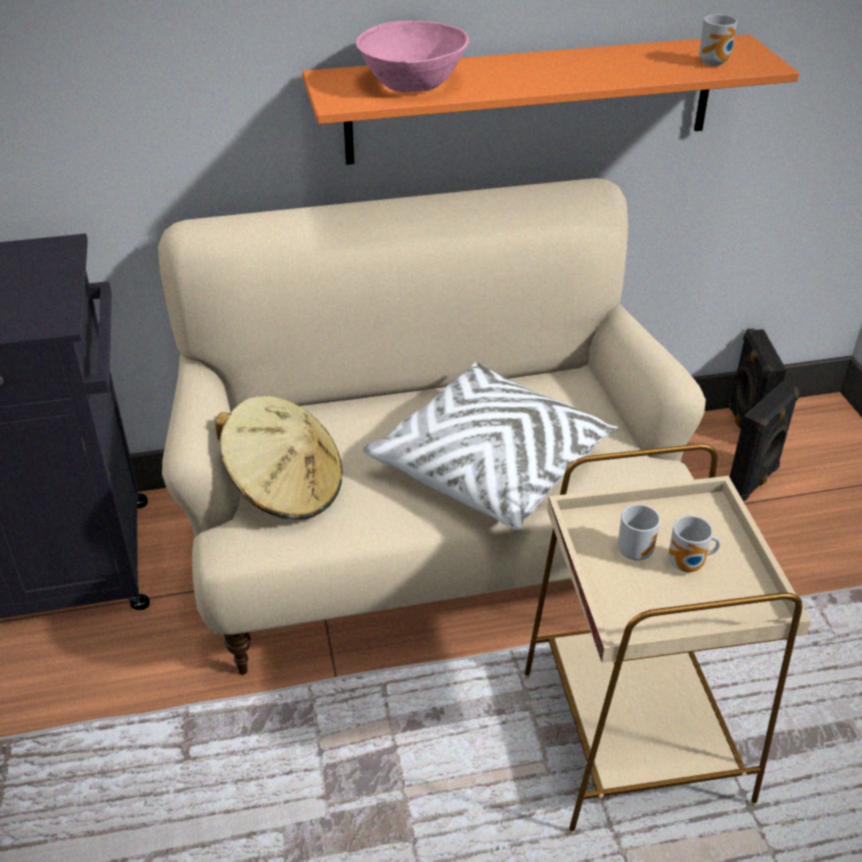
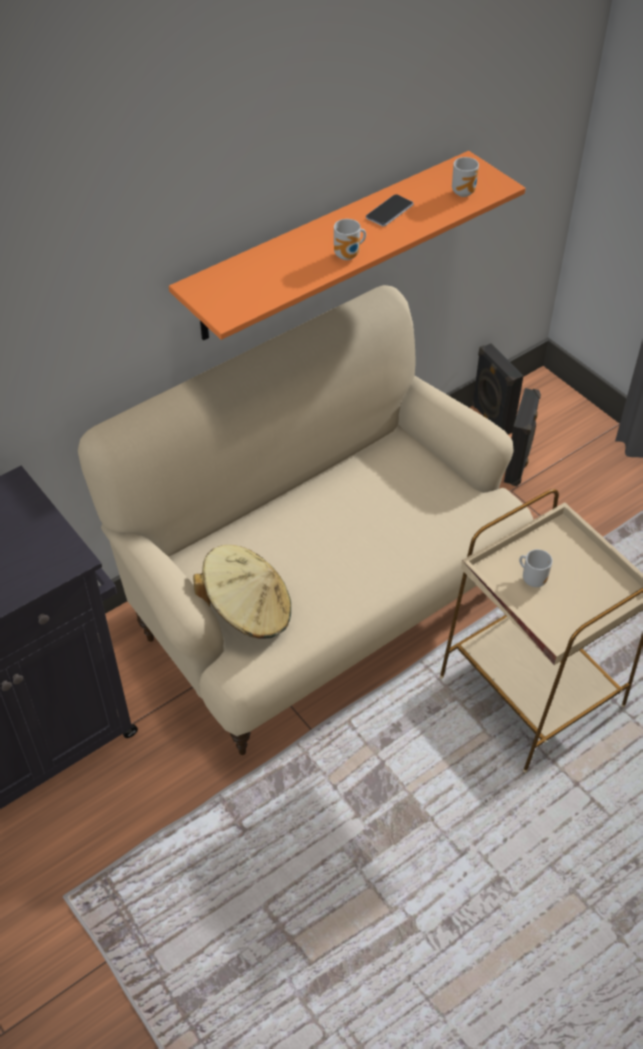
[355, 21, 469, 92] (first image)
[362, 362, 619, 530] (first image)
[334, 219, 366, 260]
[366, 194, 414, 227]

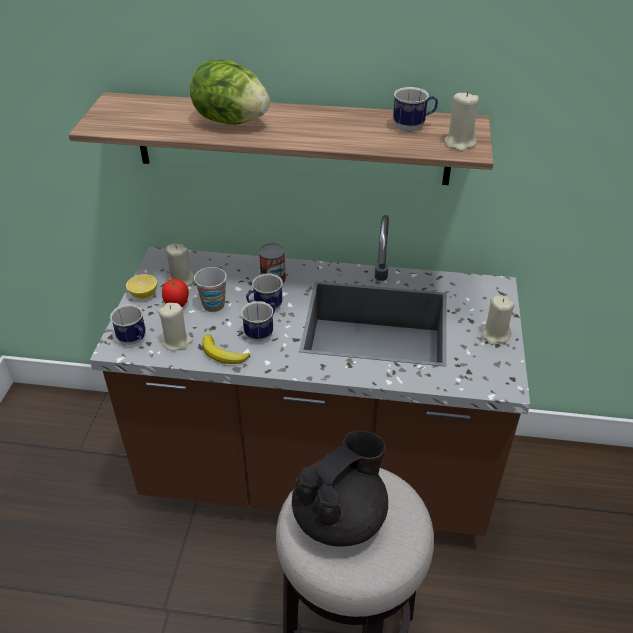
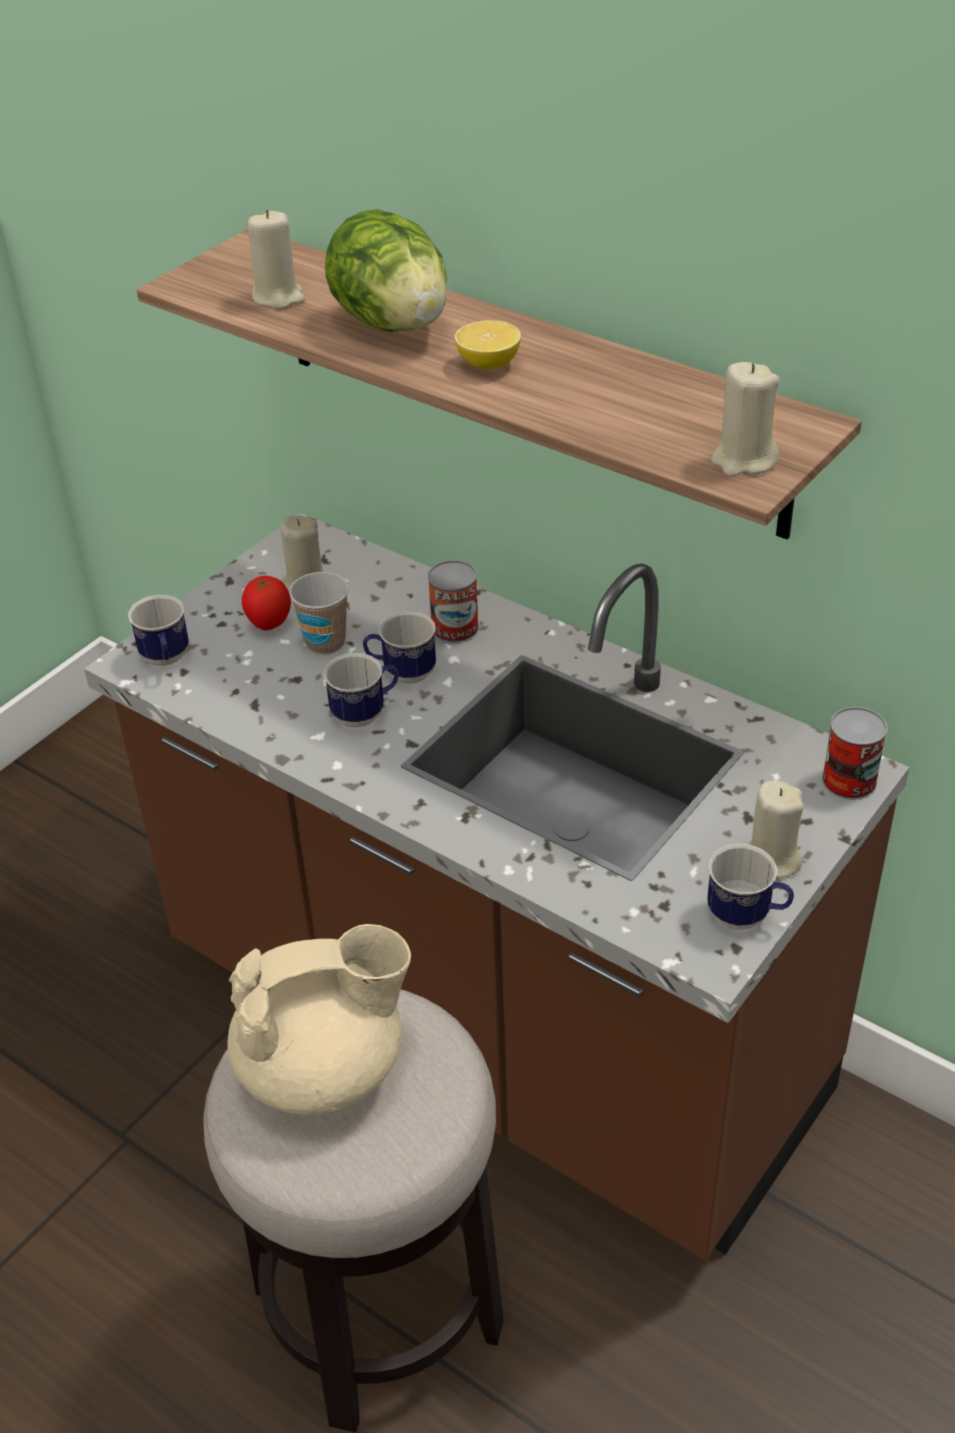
[707, 844, 794, 930]
[454, 320, 521, 369]
[247, 210, 305, 309]
[202, 334, 250, 364] (first image)
[228, 924, 411, 1116]
[822, 707, 887, 800]

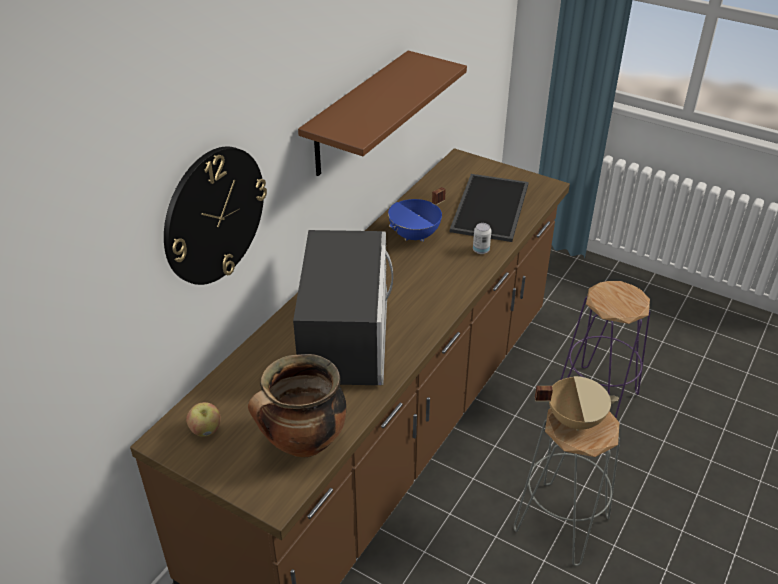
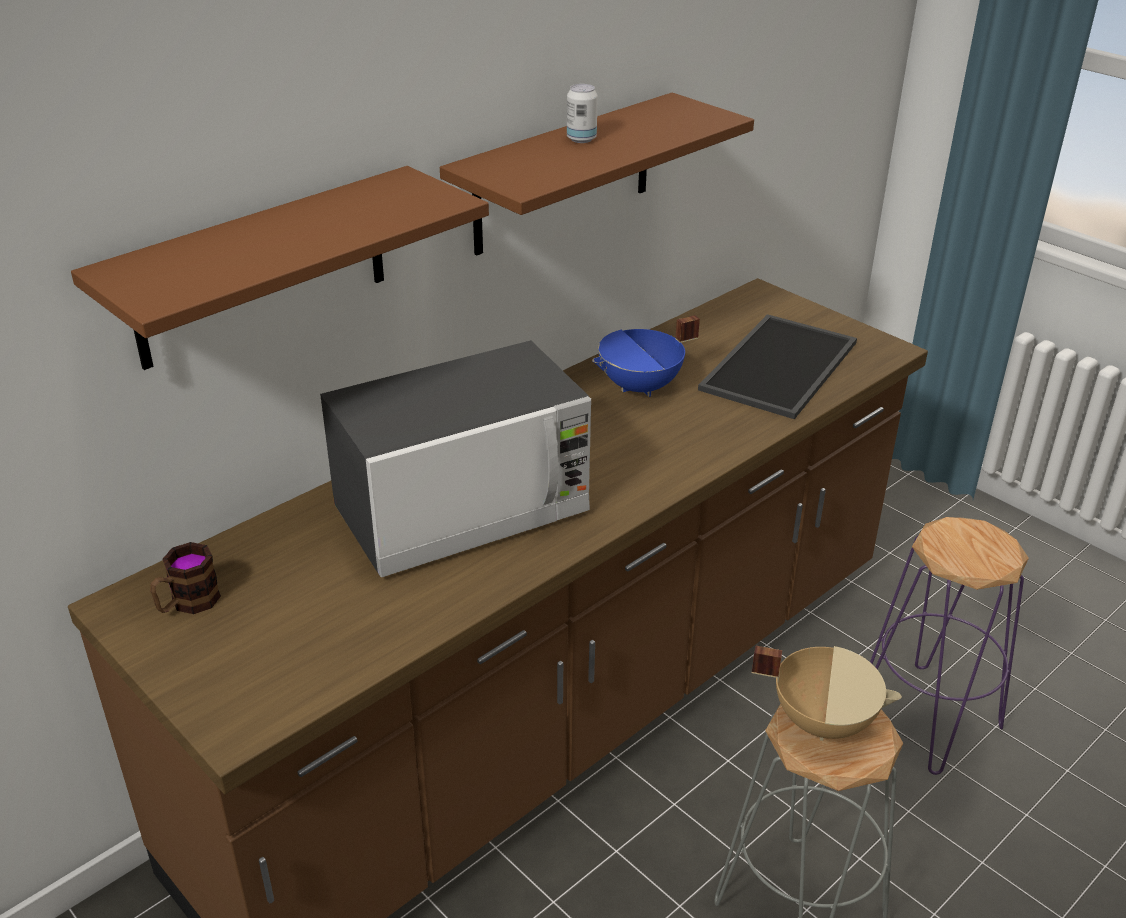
[71, 166, 489, 370]
[567, 84, 598, 143]
[320, 340, 591, 577]
[248, 354, 346, 458] (first image)
[150, 542, 221, 614]

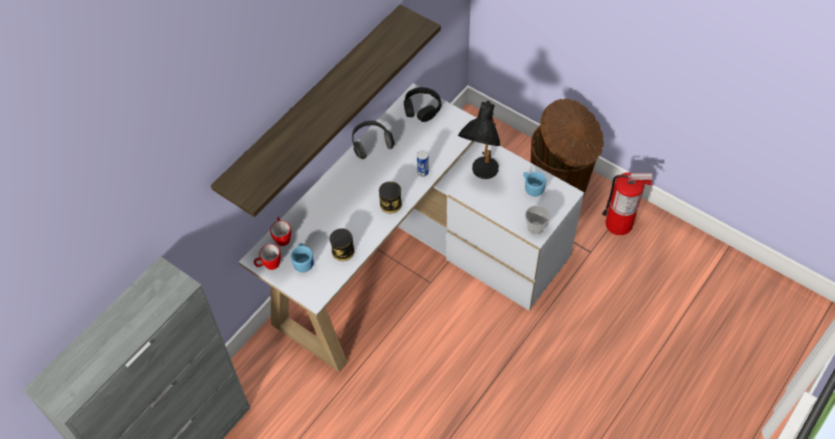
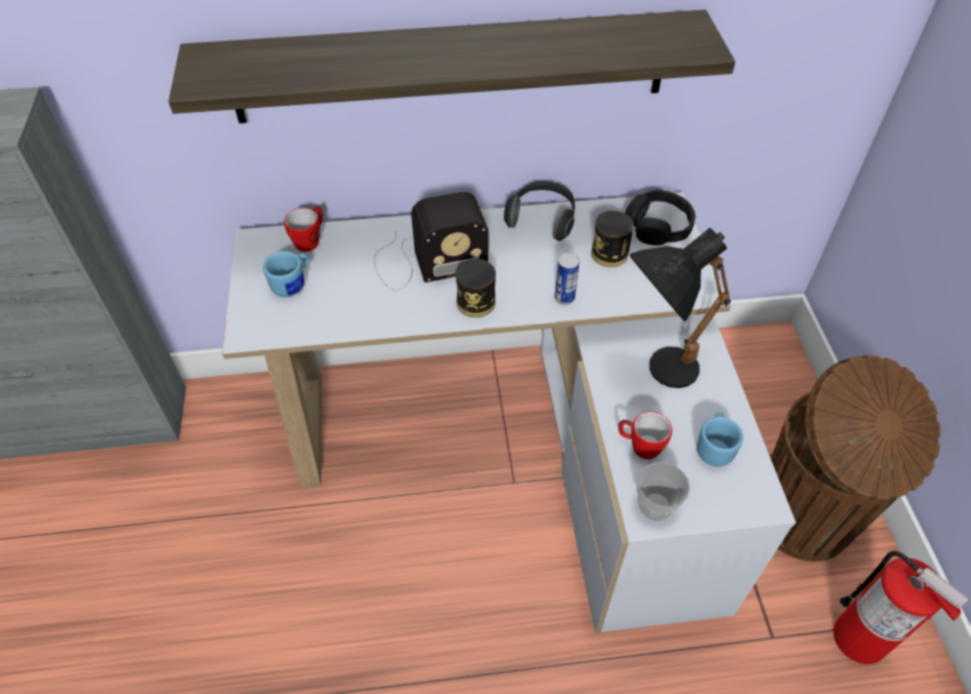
[591, 211, 634, 267]
[618, 411, 672, 459]
[374, 192, 488, 291]

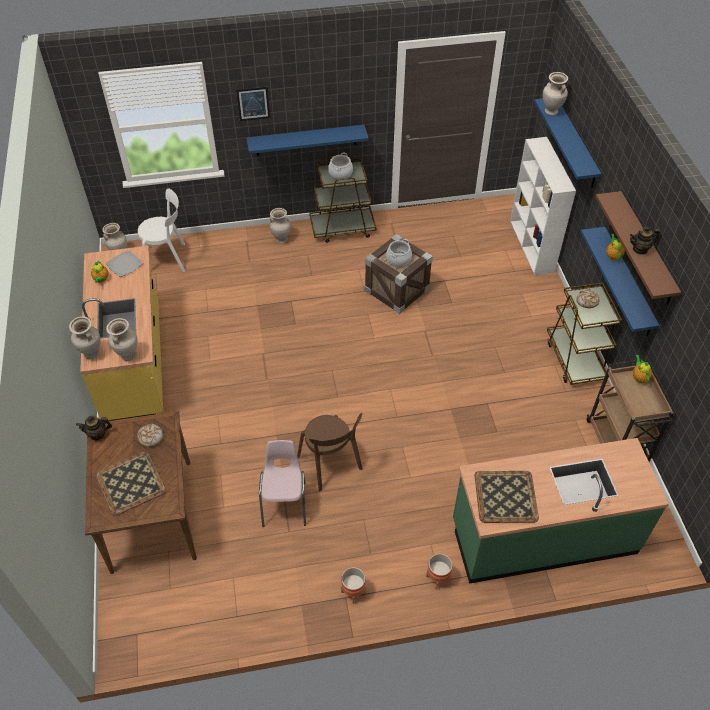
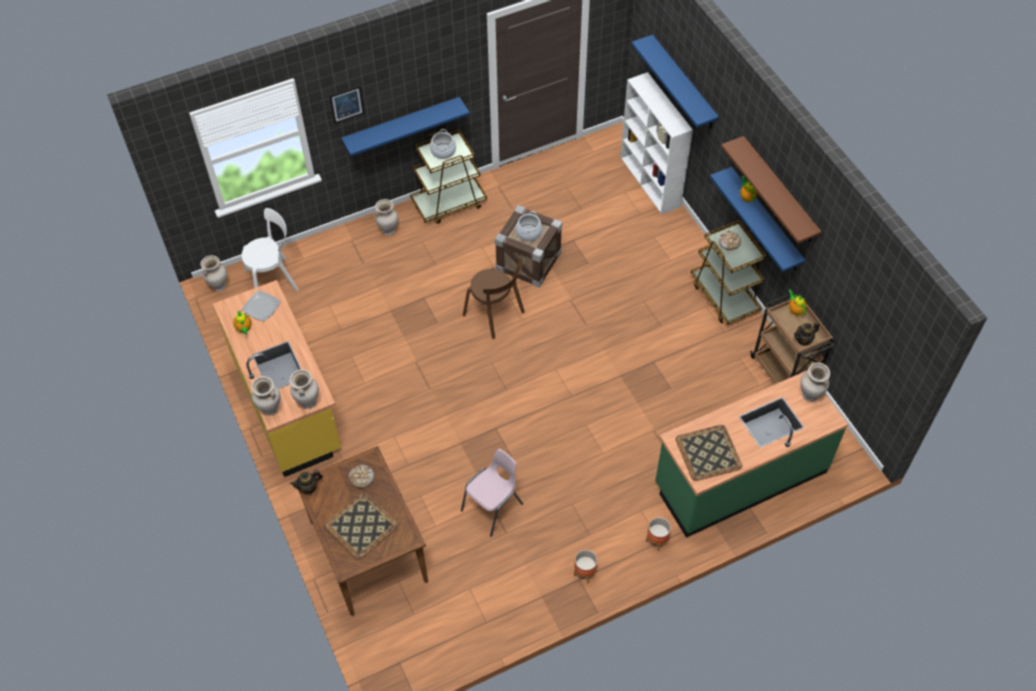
[800, 362, 830, 402]
[794, 322, 820, 346]
[463, 258, 525, 339]
[461, 448, 523, 537]

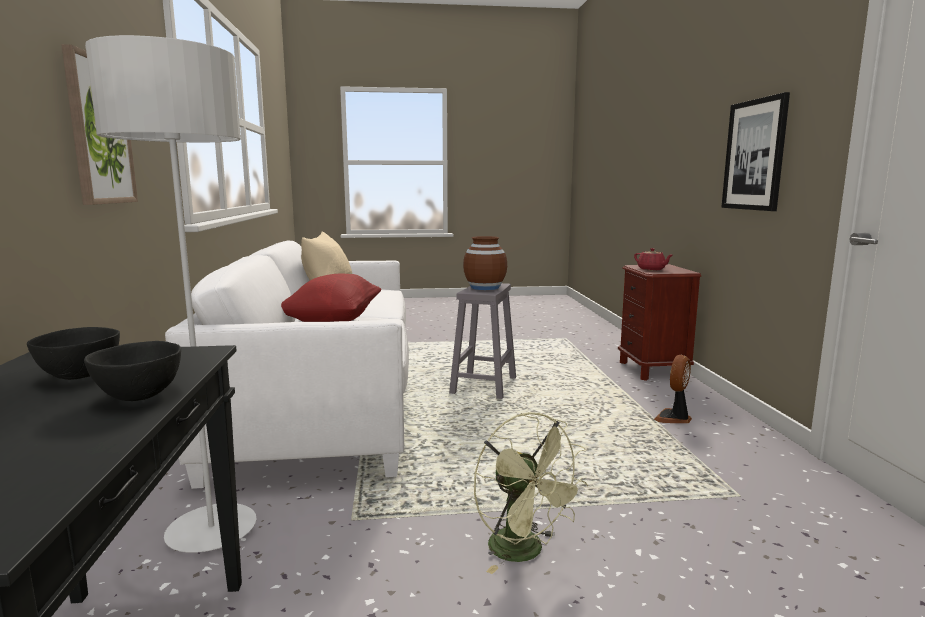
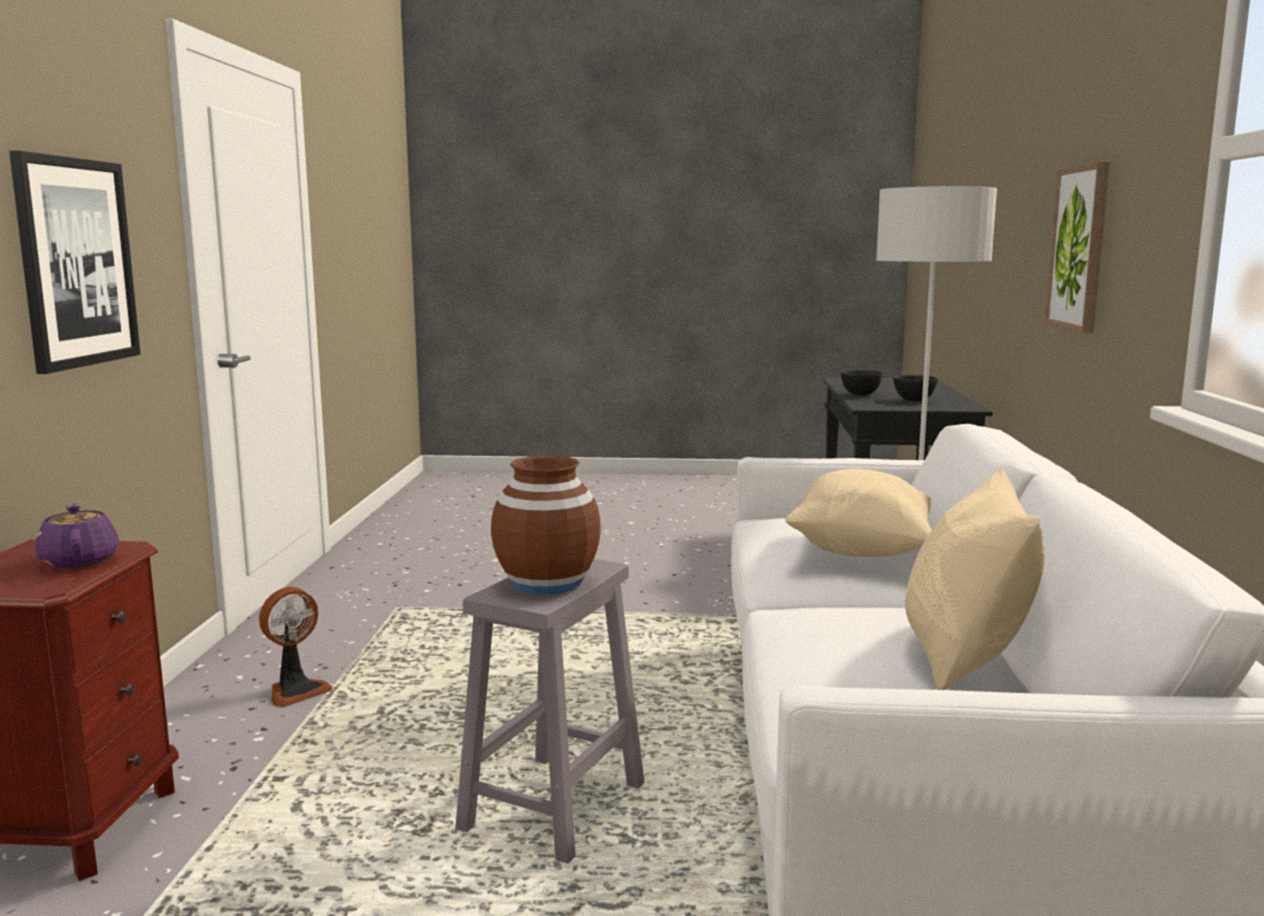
[35, 503, 119, 569]
[785, 469, 932, 557]
[474, 412, 588, 574] (first image)

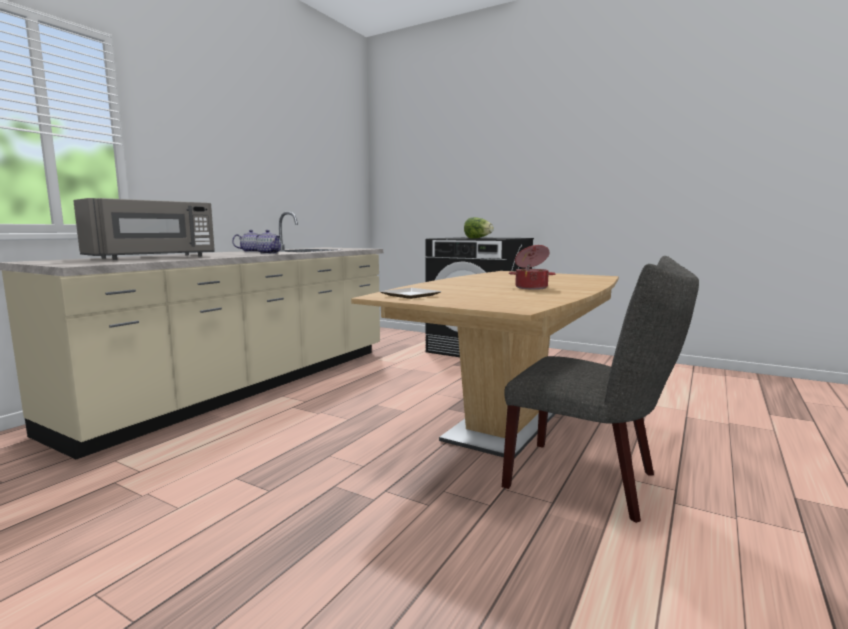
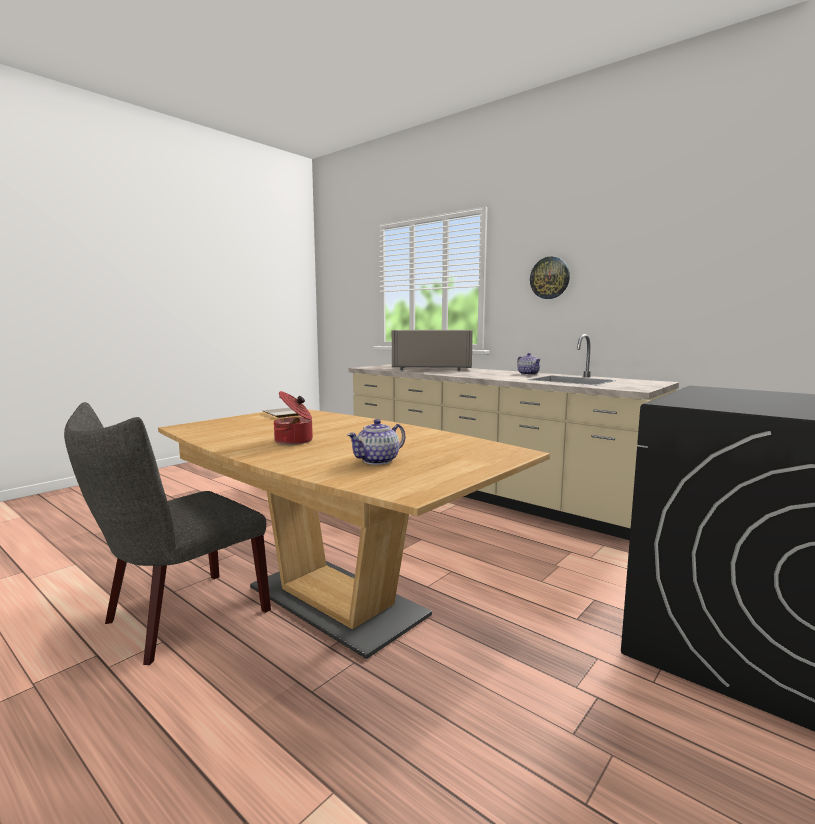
[392, 330, 473, 371]
[464, 217, 494, 239] (first image)
[347, 419, 406, 465]
[530, 256, 570, 299]

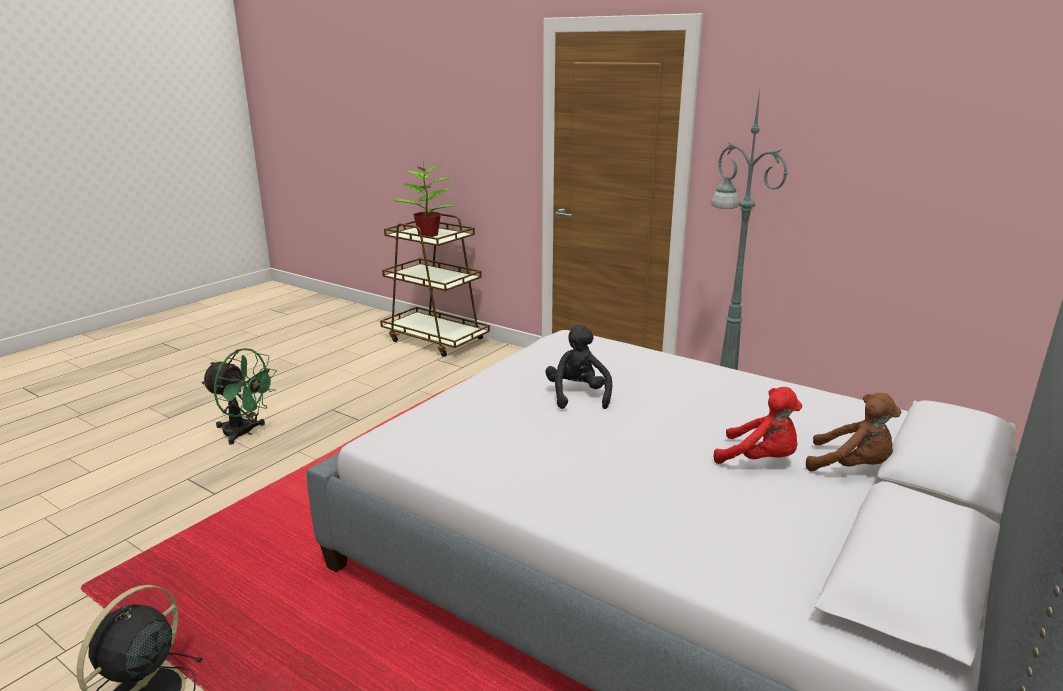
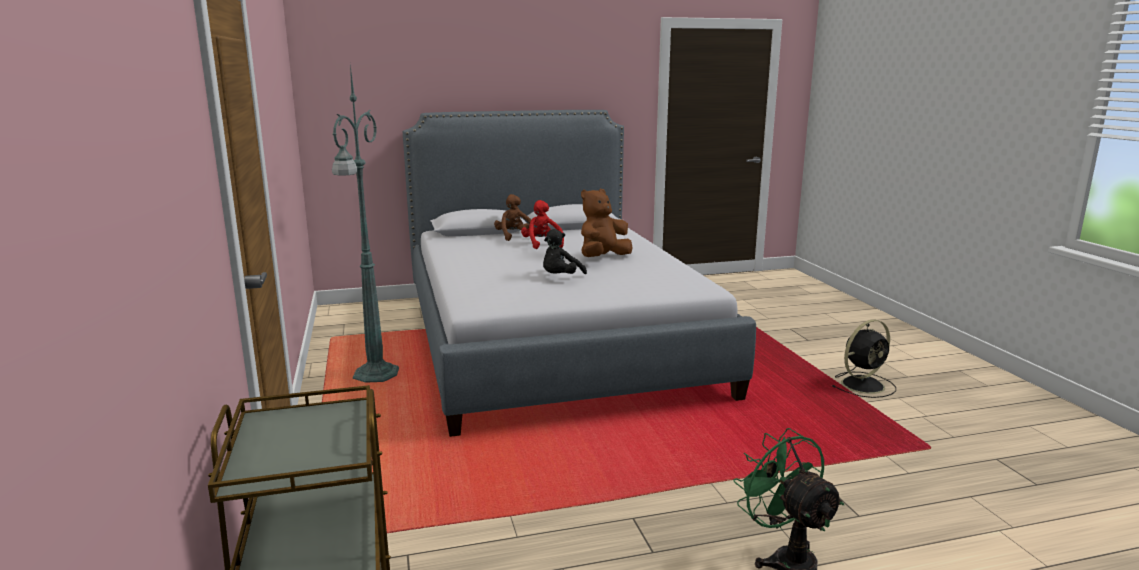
[393, 163, 454, 237] (first image)
[581, 189, 633, 257]

